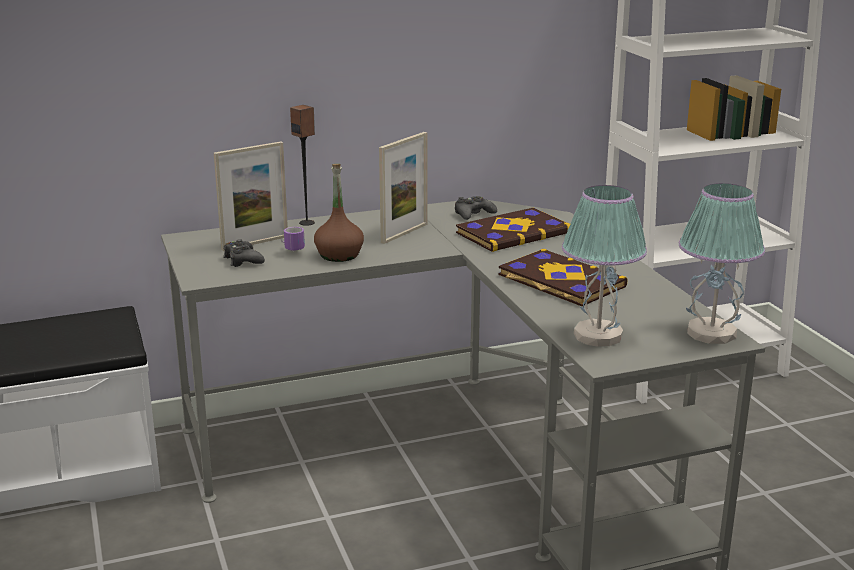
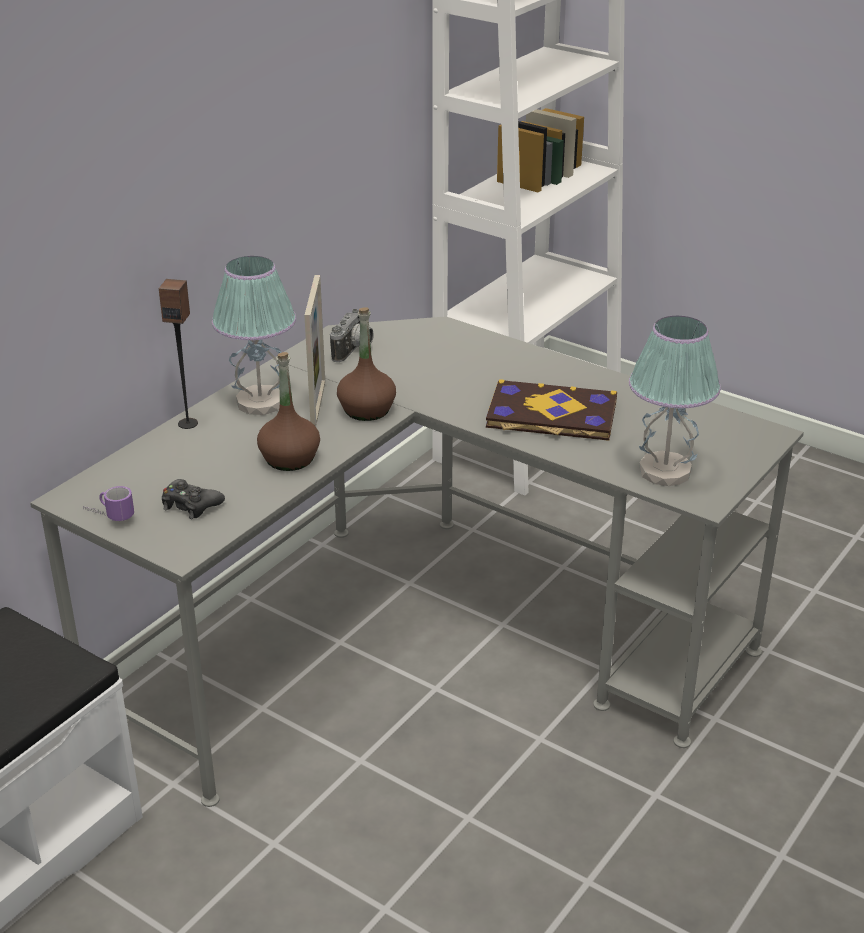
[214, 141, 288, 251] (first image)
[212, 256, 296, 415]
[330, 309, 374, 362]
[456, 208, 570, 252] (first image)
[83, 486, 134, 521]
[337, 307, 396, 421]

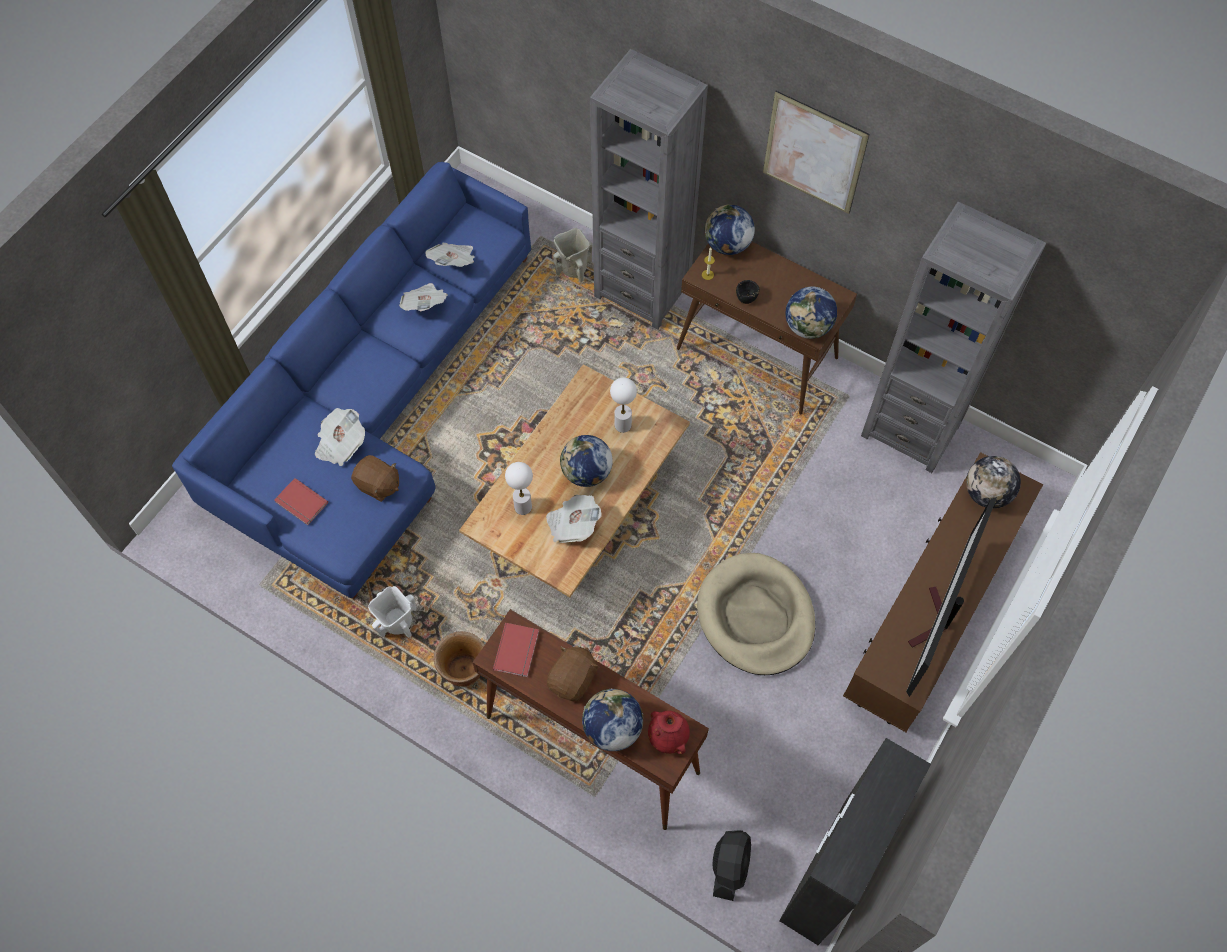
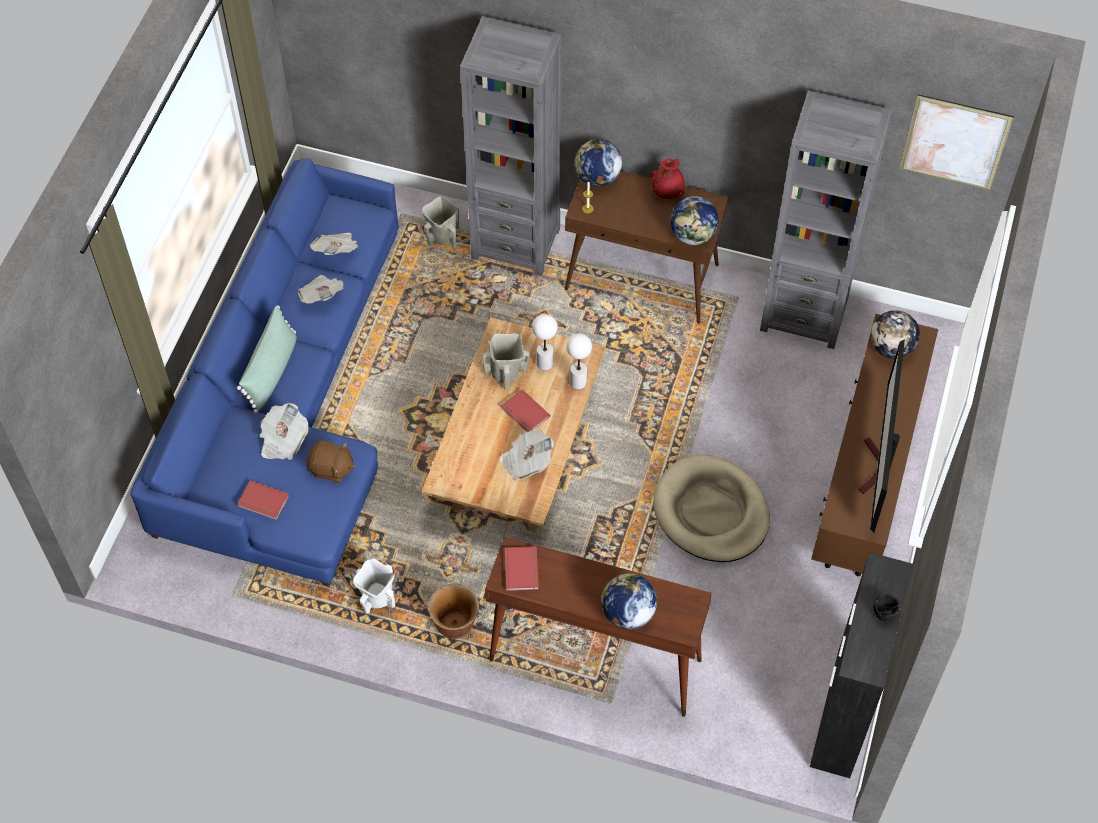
[899, 94, 1014, 190]
[874, 595, 900, 622]
[501, 389, 551, 432]
[566, 333, 592, 389]
[547, 646, 599, 701] (first image)
[651, 158, 685, 199]
[712, 830, 751, 901] (first image)
[237, 305, 297, 413]
[482, 333, 530, 390]

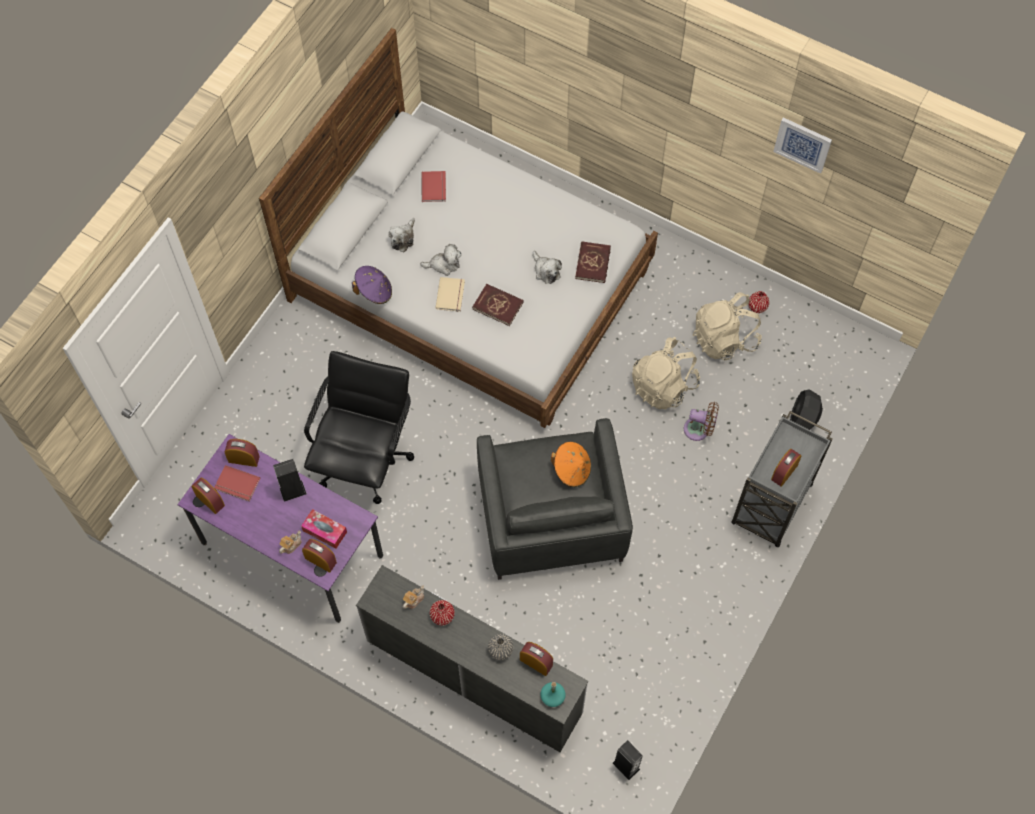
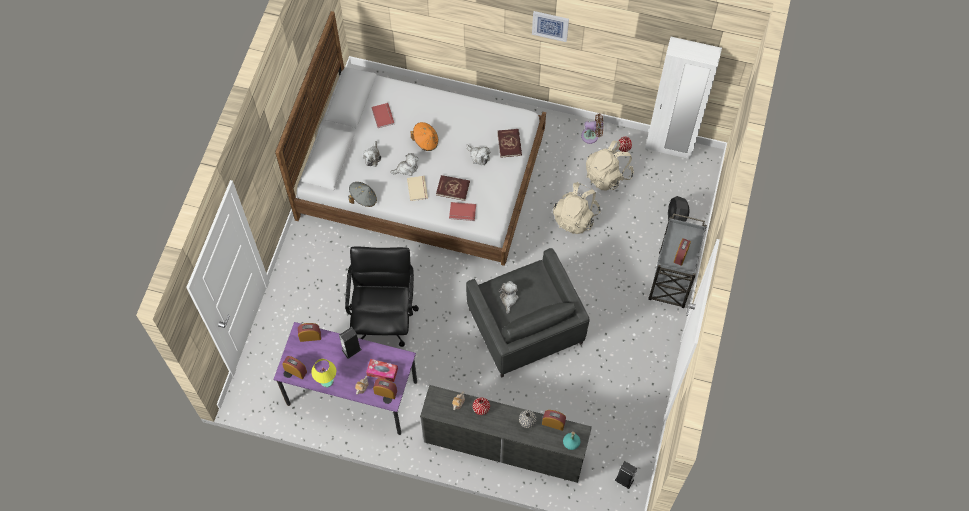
[532, 11, 569, 42]
[348, 182, 377, 207]
[581, 114, 603, 144]
[411, 122, 438, 151]
[449, 202, 476, 221]
[645, 37, 722, 160]
[499, 281, 519, 314]
[311, 359, 336, 387]

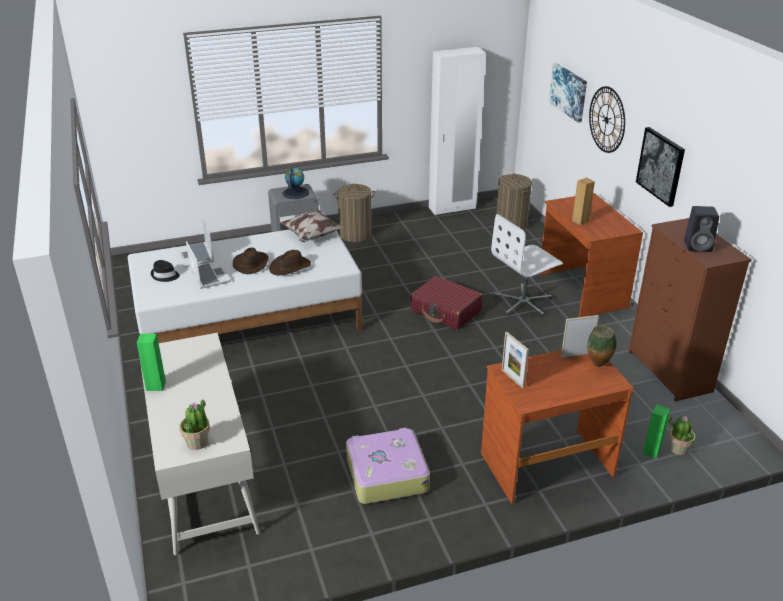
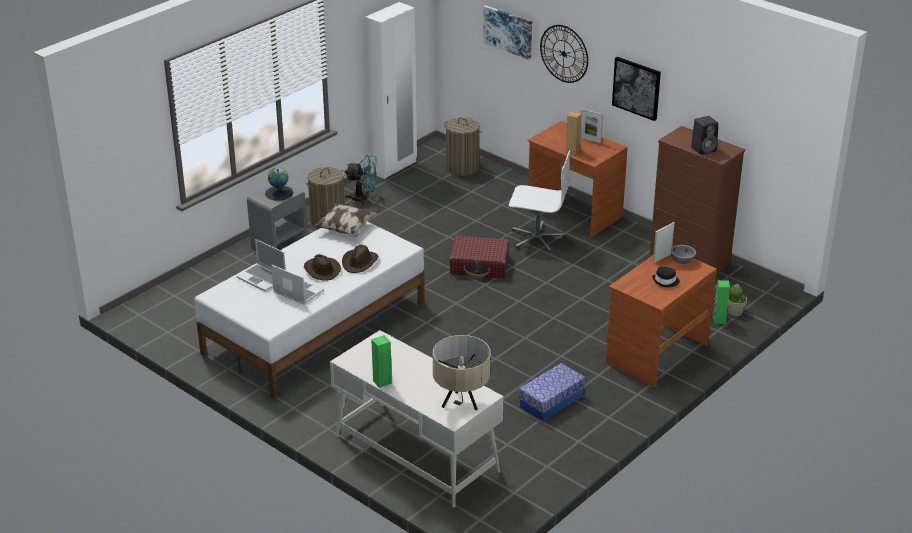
[509, 151, 570, 253]
[652, 267, 680, 287]
[671, 245, 696, 264]
[580, 109, 603, 143]
[433, 335, 491, 410]
[519, 363, 586, 421]
[345, 155, 378, 205]

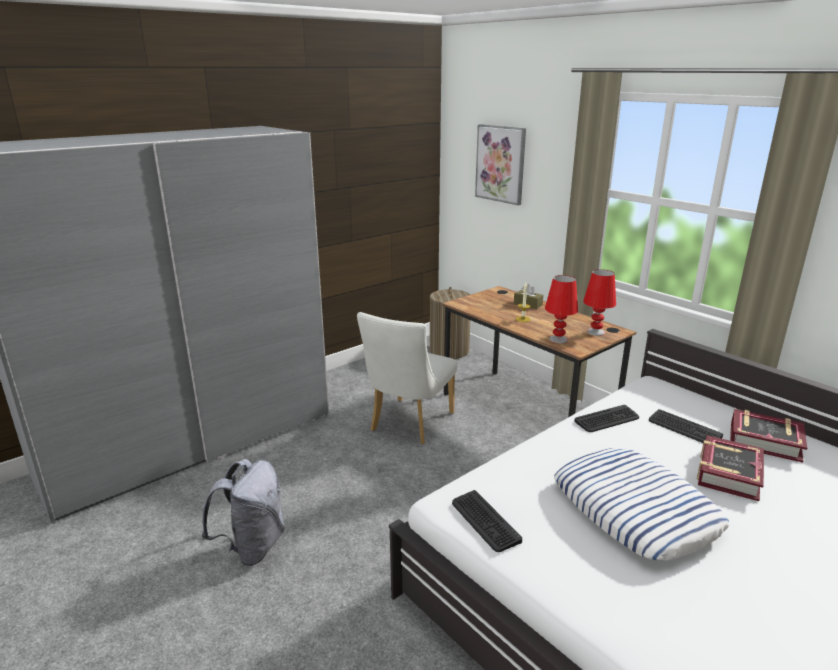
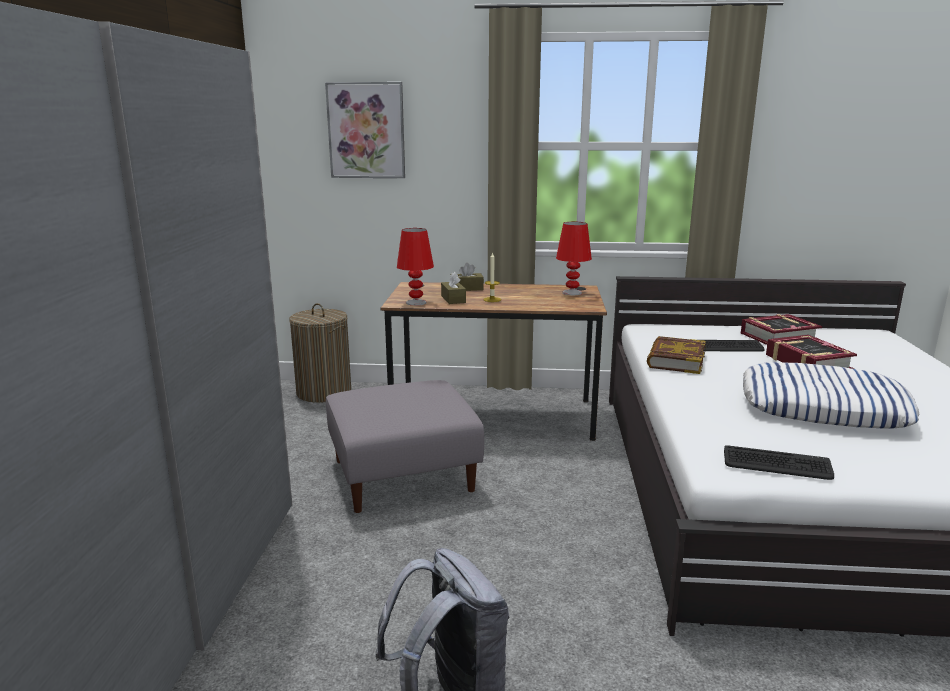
[397, 228, 434, 306]
[326, 380, 484, 513]
[647, 336, 706, 374]
[441, 272, 466, 304]

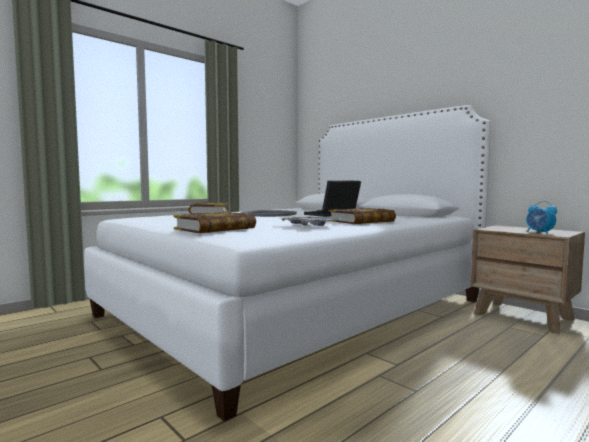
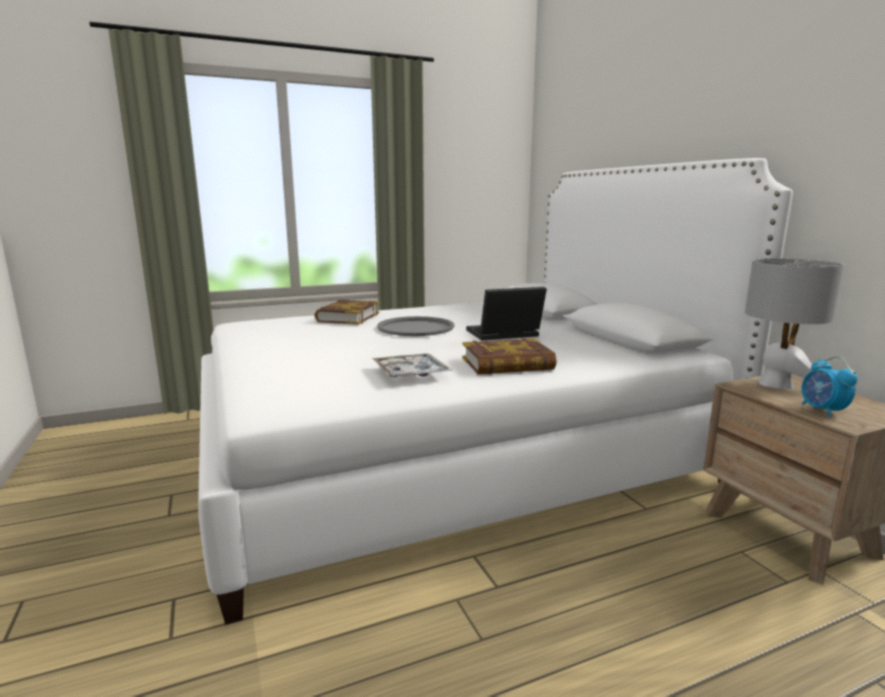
[173, 212, 256, 233] (first image)
[745, 258, 844, 389]

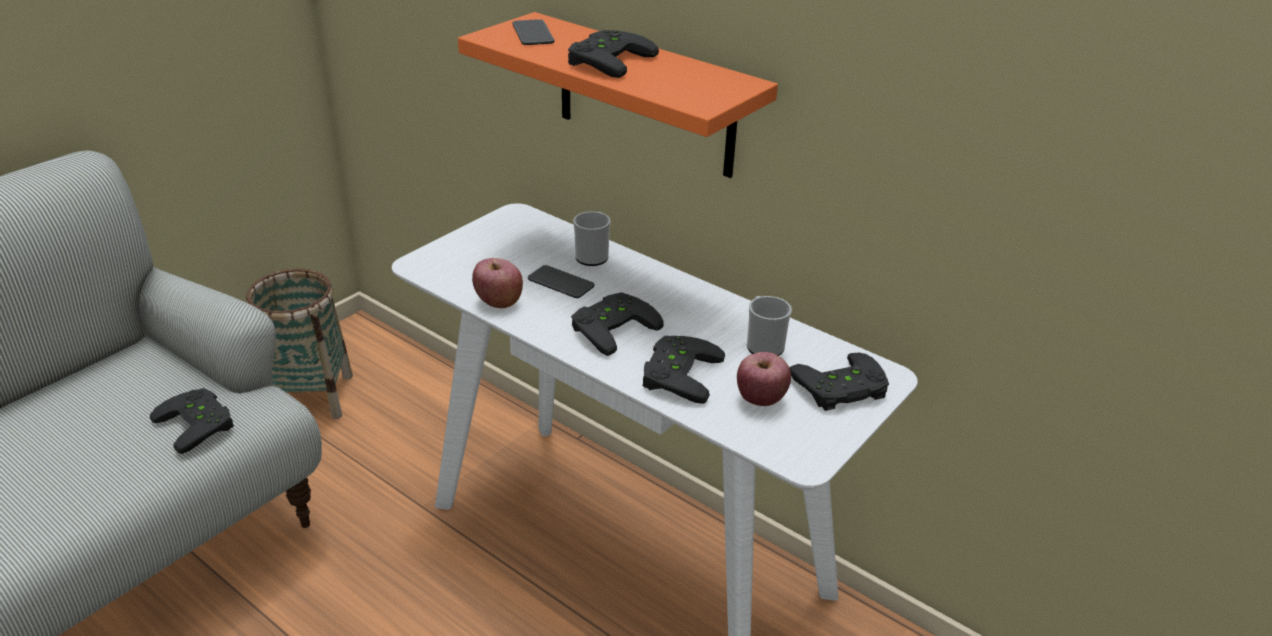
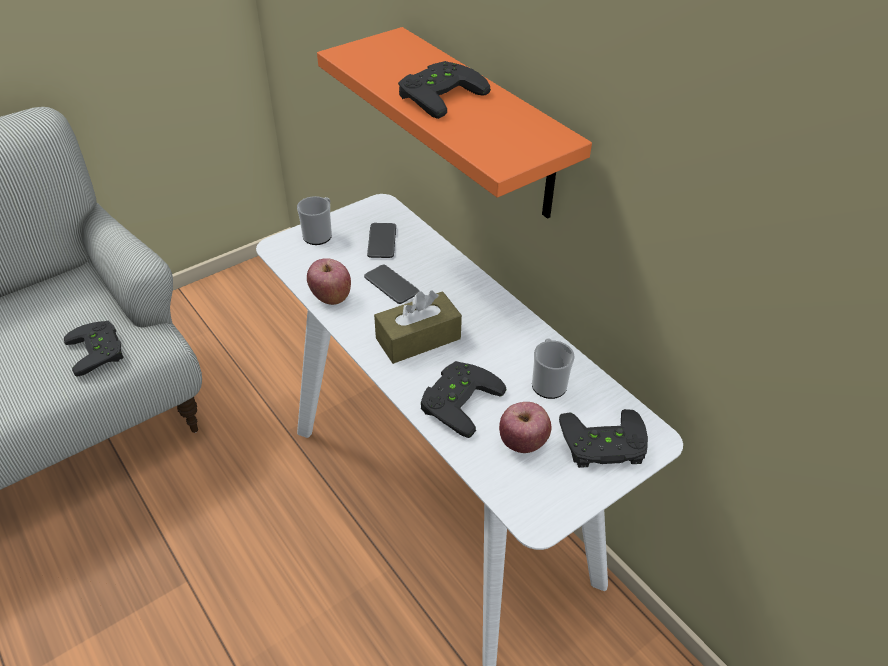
[367, 223, 396, 258]
[297, 196, 332, 245]
[246, 269, 353, 419] (first image)
[374, 290, 462, 364]

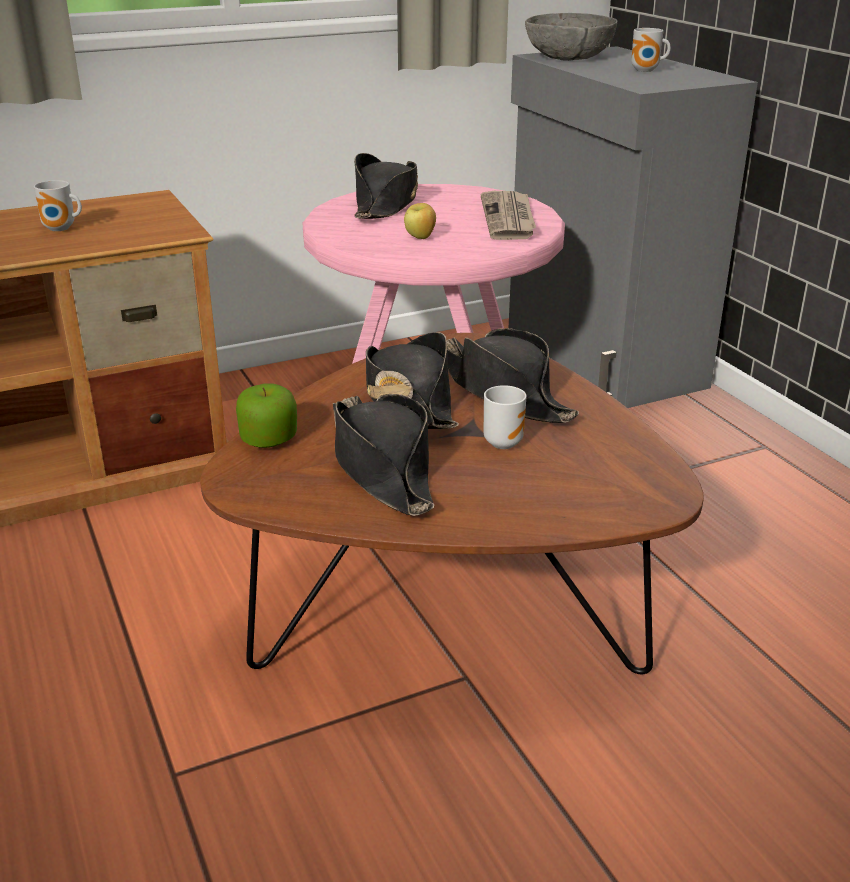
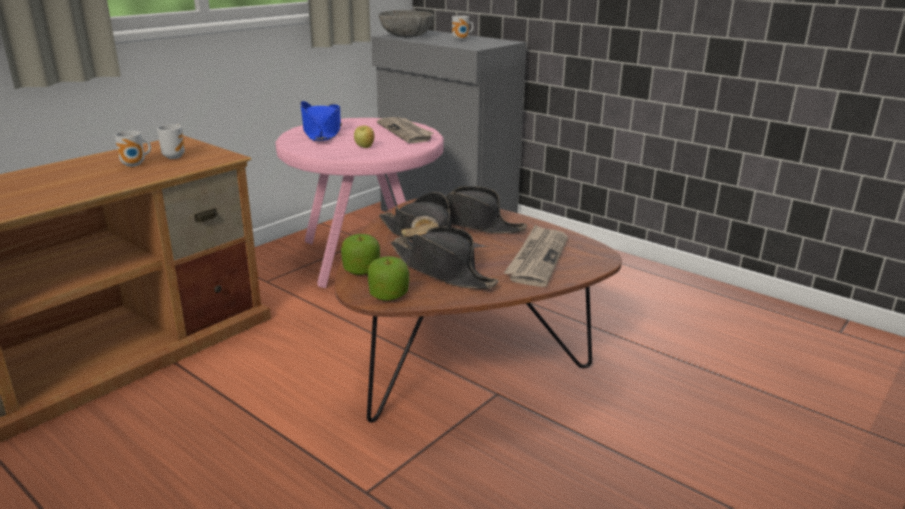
[300, 101, 342, 141]
[157, 124, 185, 159]
[504, 224, 568, 287]
[367, 256, 409, 301]

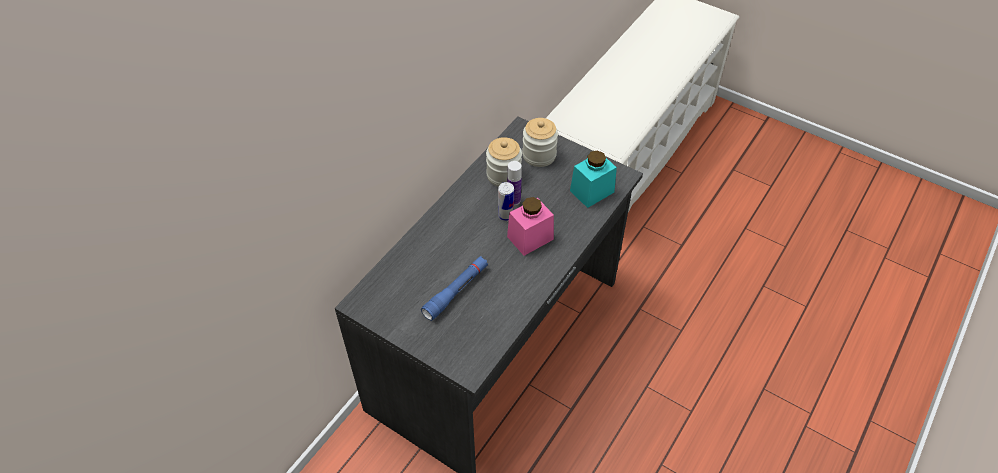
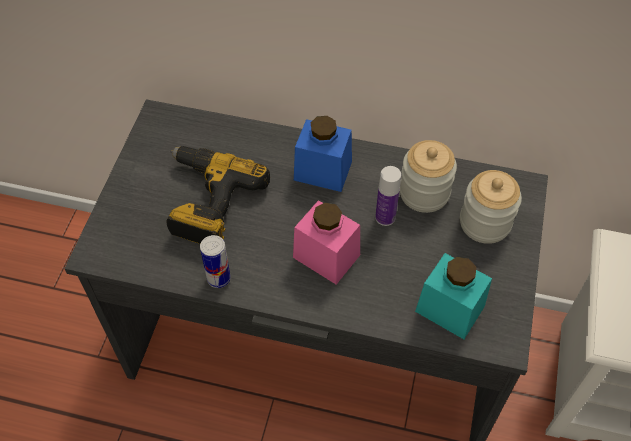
[200, 235, 231, 288]
[167, 146, 270, 244]
[294, 116, 352, 192]

